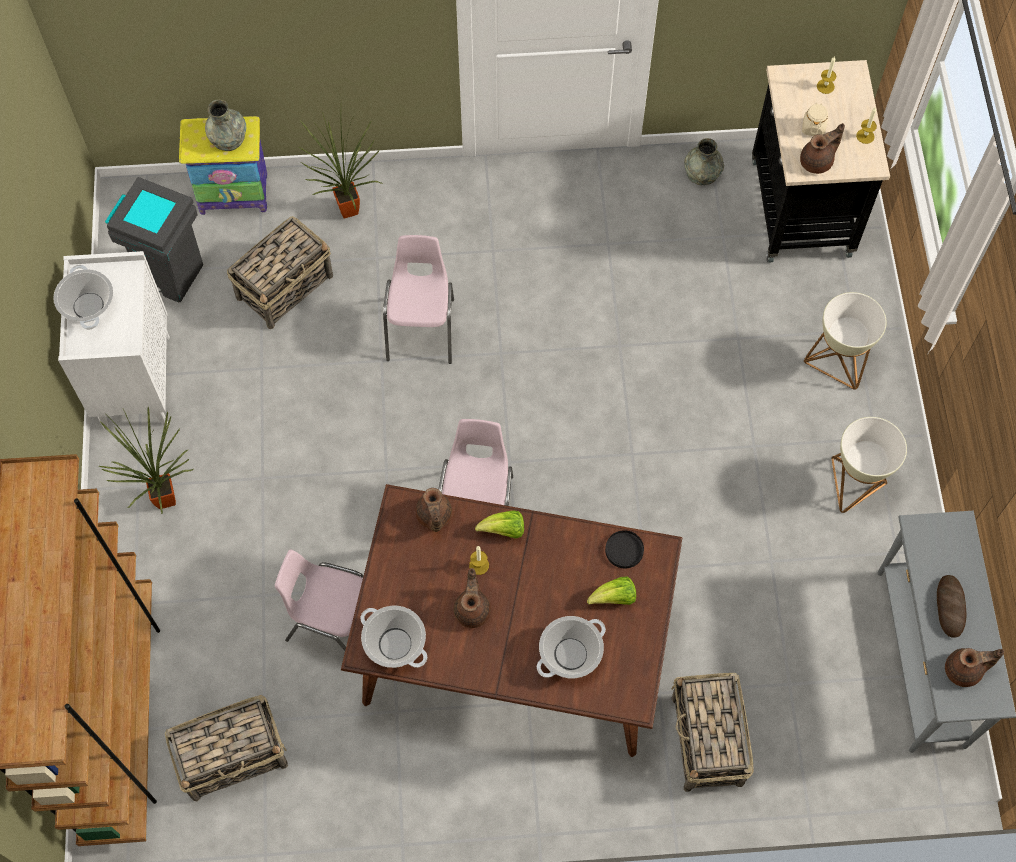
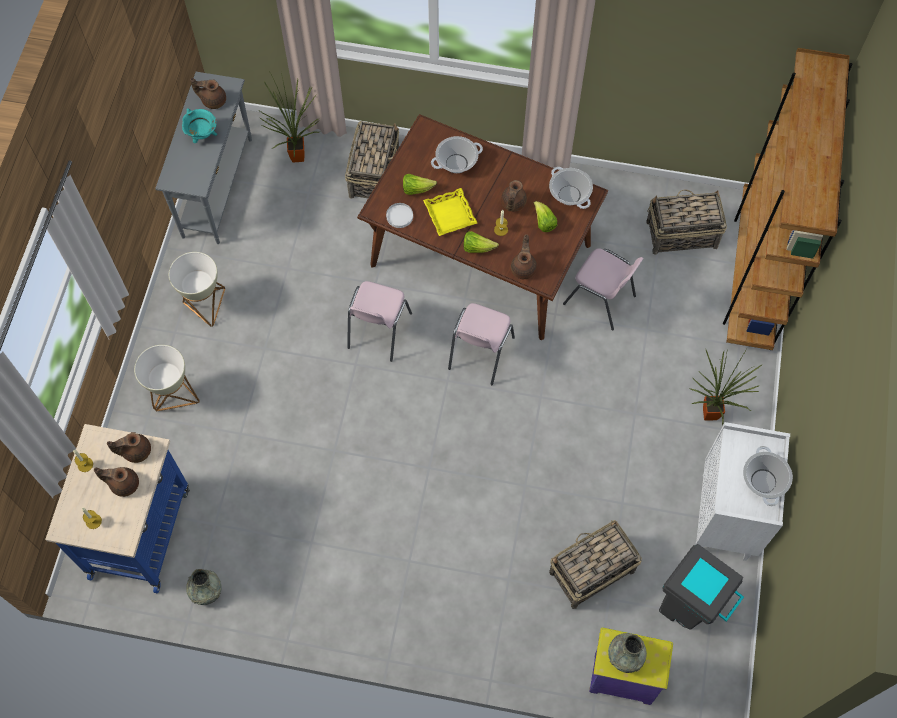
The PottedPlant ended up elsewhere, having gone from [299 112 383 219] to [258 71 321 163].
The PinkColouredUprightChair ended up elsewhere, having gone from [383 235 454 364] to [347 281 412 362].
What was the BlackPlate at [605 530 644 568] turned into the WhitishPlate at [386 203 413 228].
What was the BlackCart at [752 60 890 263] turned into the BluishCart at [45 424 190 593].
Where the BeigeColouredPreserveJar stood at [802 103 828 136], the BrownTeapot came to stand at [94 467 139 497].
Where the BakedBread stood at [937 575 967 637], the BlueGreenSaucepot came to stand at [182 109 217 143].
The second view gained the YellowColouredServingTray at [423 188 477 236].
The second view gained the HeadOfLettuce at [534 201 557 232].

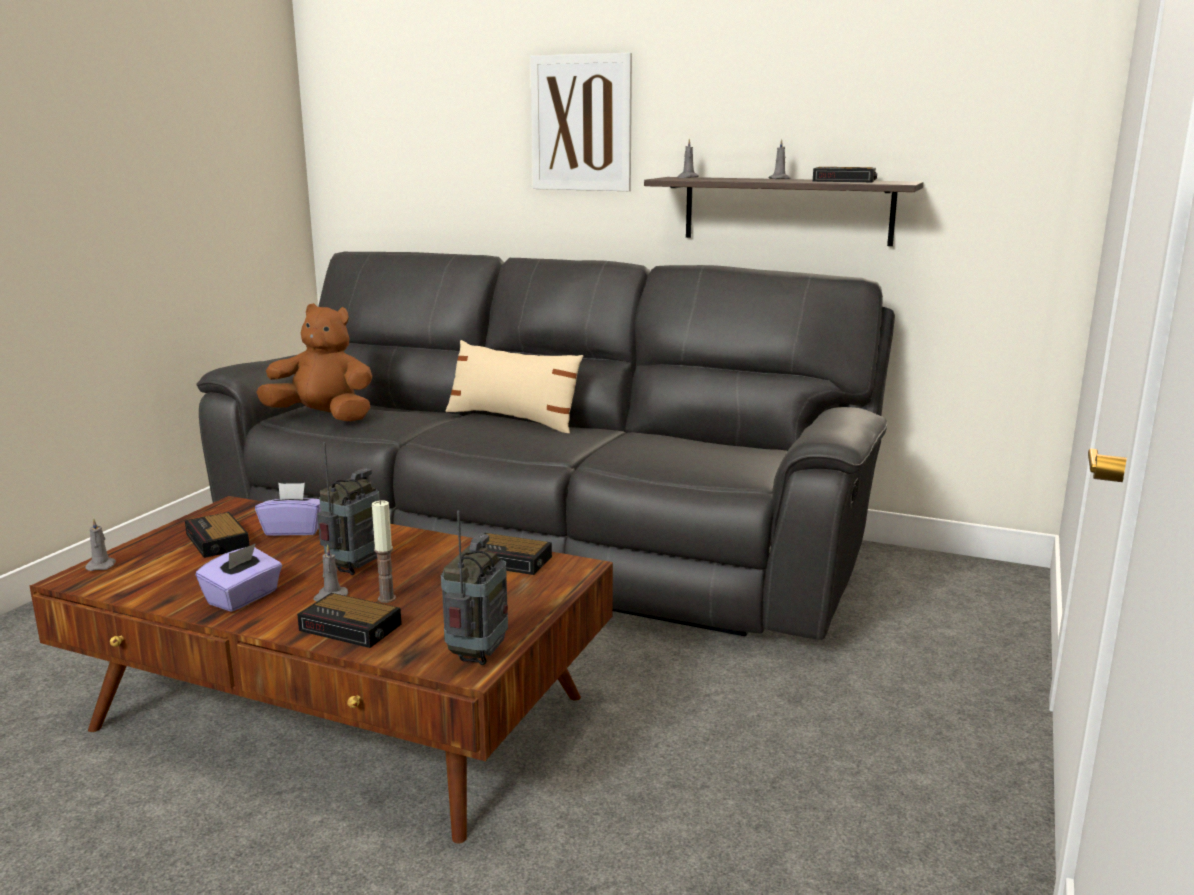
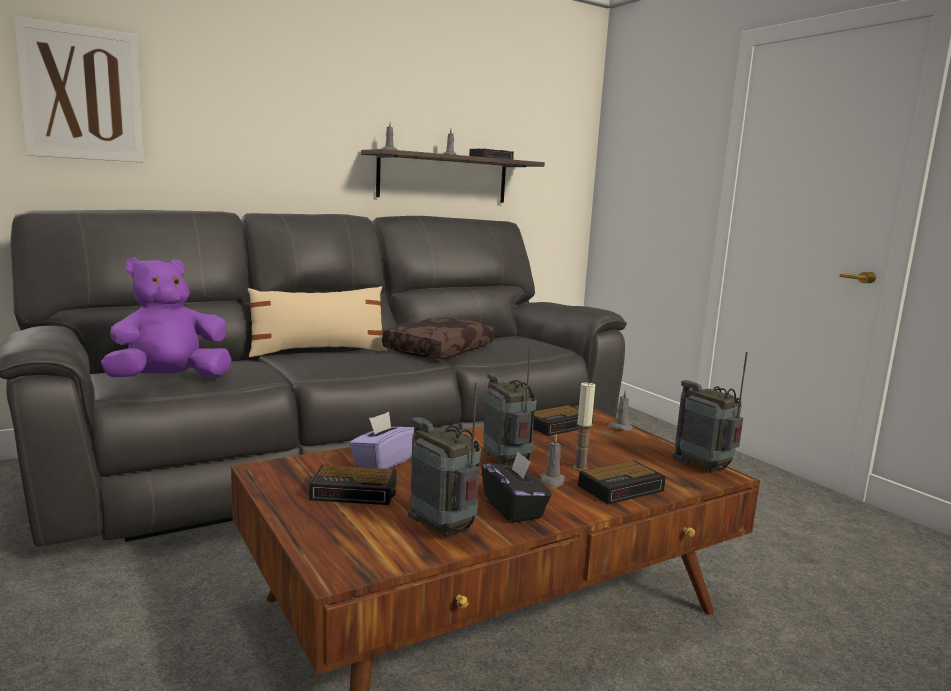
The GrayWaxLight ended up elsewhere, having gone from [85 518 116 571] to [608 390 633 431].
What was the PurpleColouredTissueHolder at [196 543 282 612] turned into the BlackTissueHolder at [481 451 552 523].
What was the BrownCuddlyToy at [256 303 372 421] turned into the PurpleColouredCuddlyToy at [101 257 232 377].
The WallArt ended up elsewhere, having gone from [530 53 632 191] to [14 16 144 163].
The second view gained the BrownThrowPillow at [382 317 494 359].
The second view gained the RadioSet at [408 383 481 538].

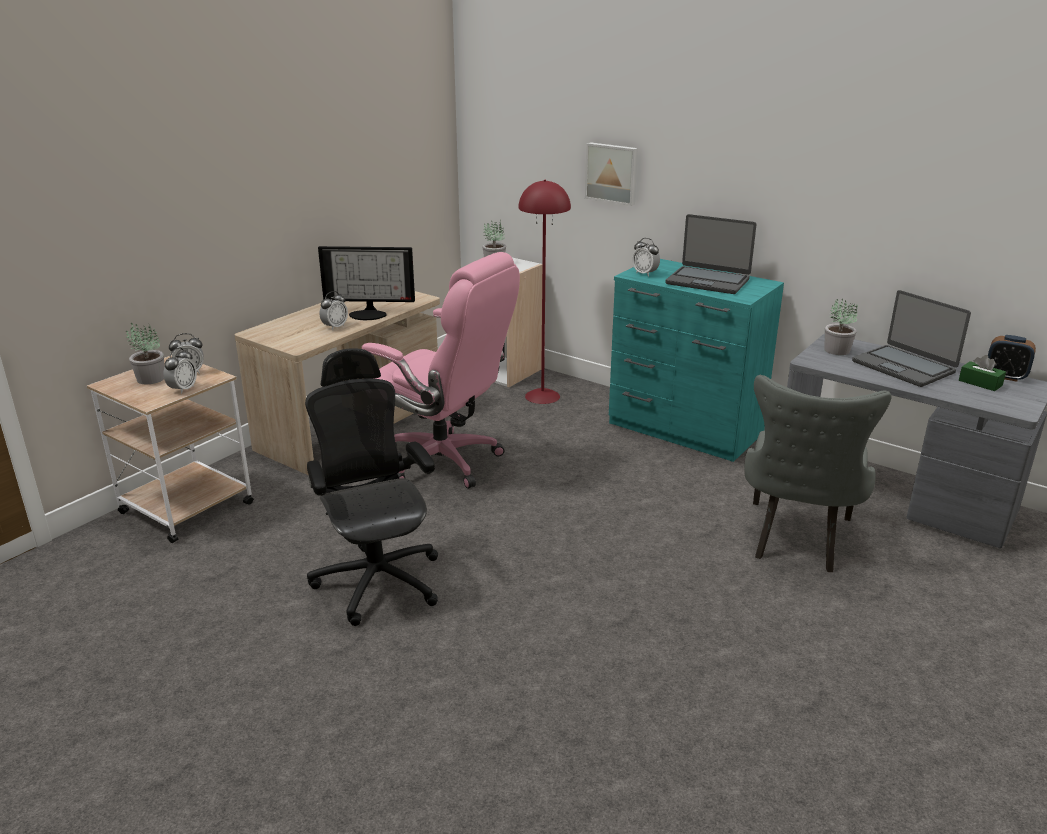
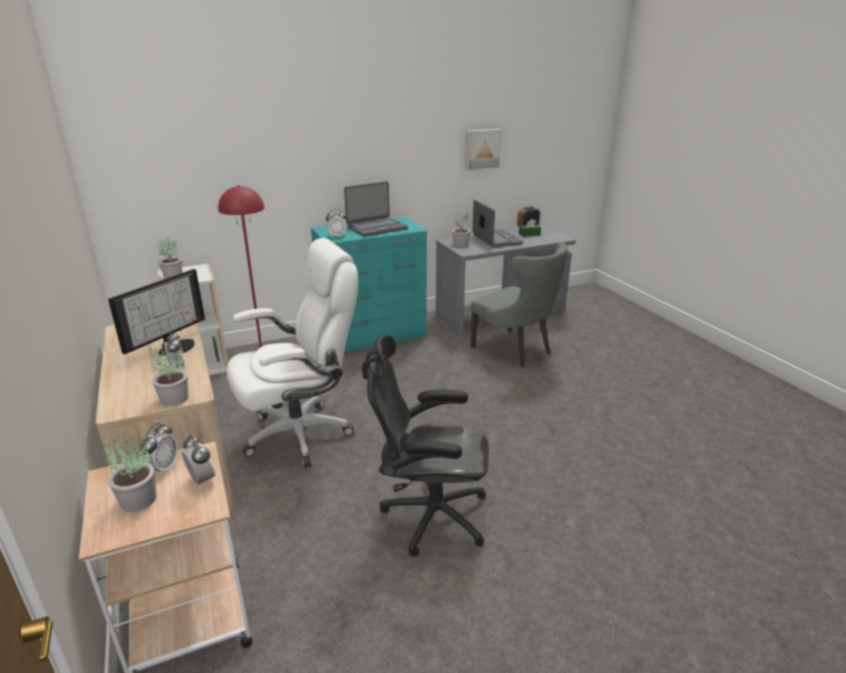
What was the PinkColouredComputerChair at [362 252 520 489] turned into the WhitishComputerChair at [226 238 358 468].
The WallArt ended up elsewhere, having gone from [585 142 638 206] to [465 129 503 172].
The NotebookComputer at [852 290 971 387] ended up facing another way, 105 degrees counterclockwise from before.
The second view gained the PottedPlant at [150 348 189 406].

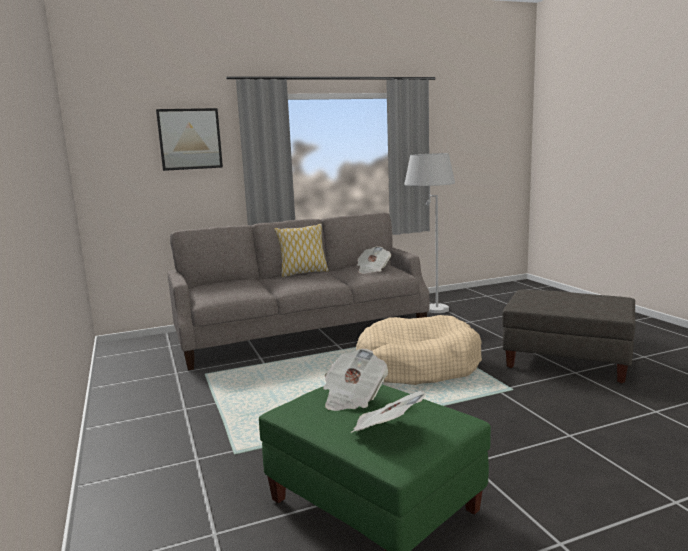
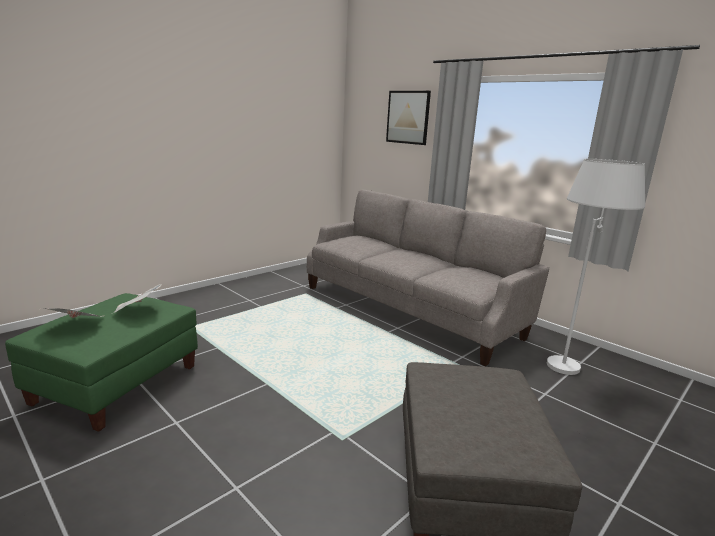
The second view lost the ThrowPillow at [274 224 329 277].
The second view lost the BeigeColouredPetBed at [356 315 482 385].
The second view lost the DailyPaper at [357 246 391 274].

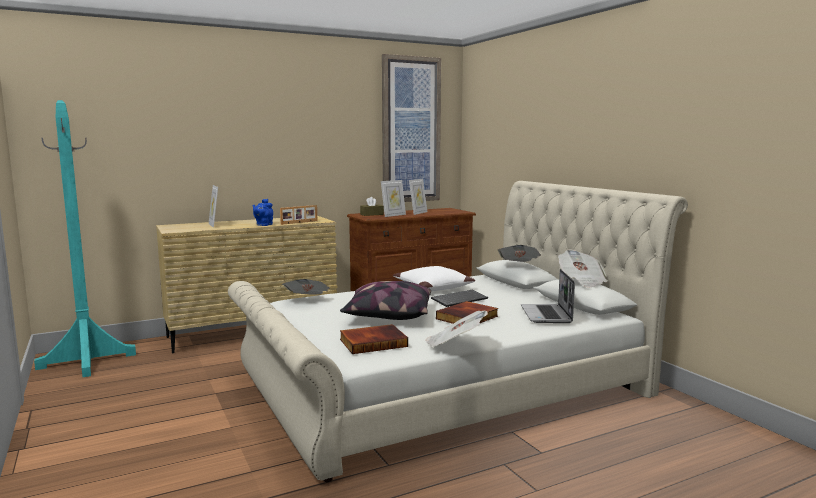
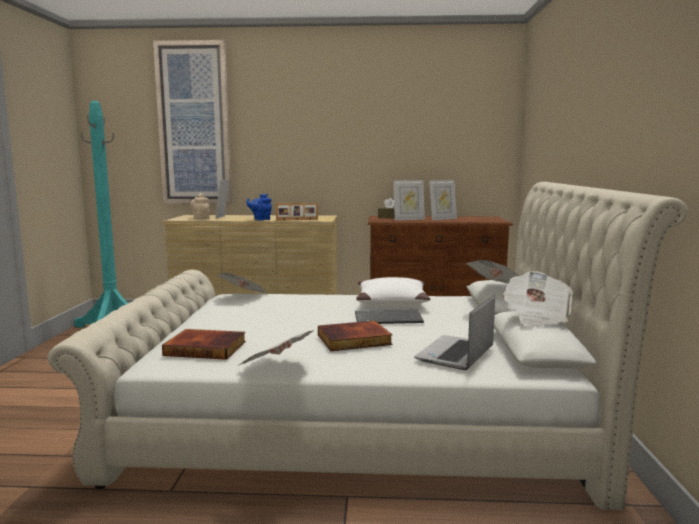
The second view lost the ThrowPillow at [340 281 431 320].
The WallArt ended up elsewhere, having gone from [382 54 441 202] to [153 40 232 204].
The second view gained the BeigeColouredTeapot at [190 193 210 220].

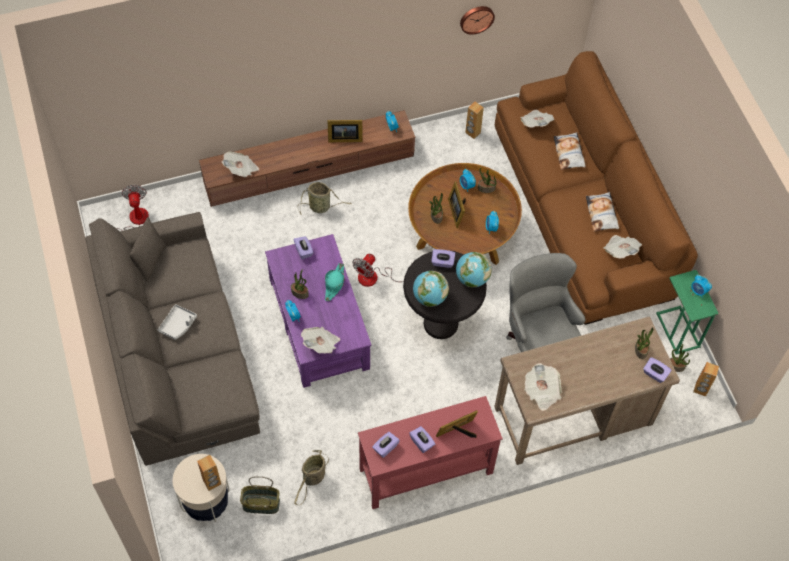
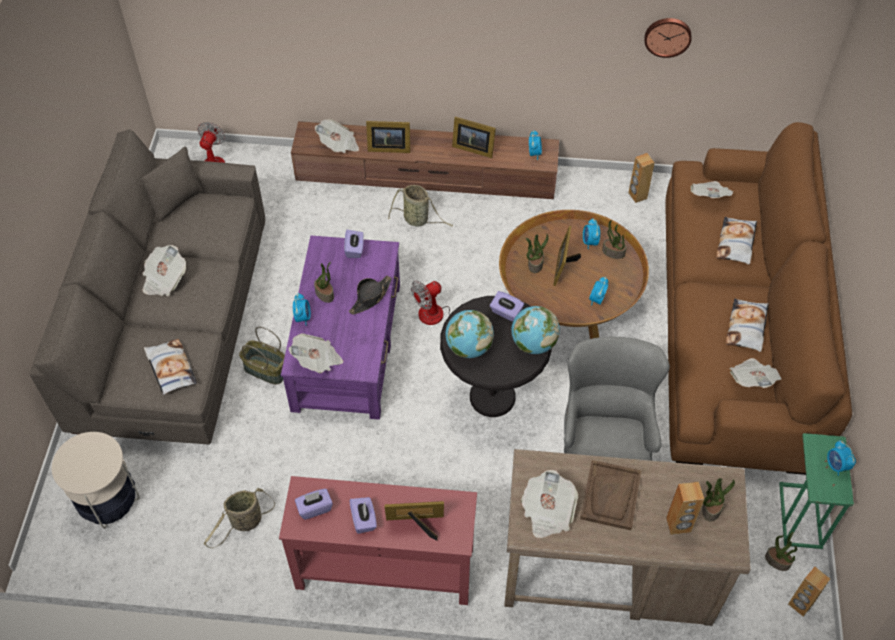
Where the GrayServingTray stood at [158 304 197 340], the DailyPaper came to stand at [142 245 186 296].
The BrownLoudspeaker ended up elsewhere, having gone from [197 455 221 491] to [666 482 704 535].
The HouseholdBasket ended up elsewhere, having gone from [240 476 280 514] to [239 327 285 385].
What was the BlueGreenWearableHat at [325 263 345 301] turned into the BlackWearableHat at [349 276 392 314].
The second view lost the PurpleColouredTissueHolder at [643 357 671 383].
The second view gained the ThrowPillow at [144 339 197 395].
The second view gained the StandingFrame at [366 121 410 153].
The second view gained the BrownServingTray at [580 460 641 530].

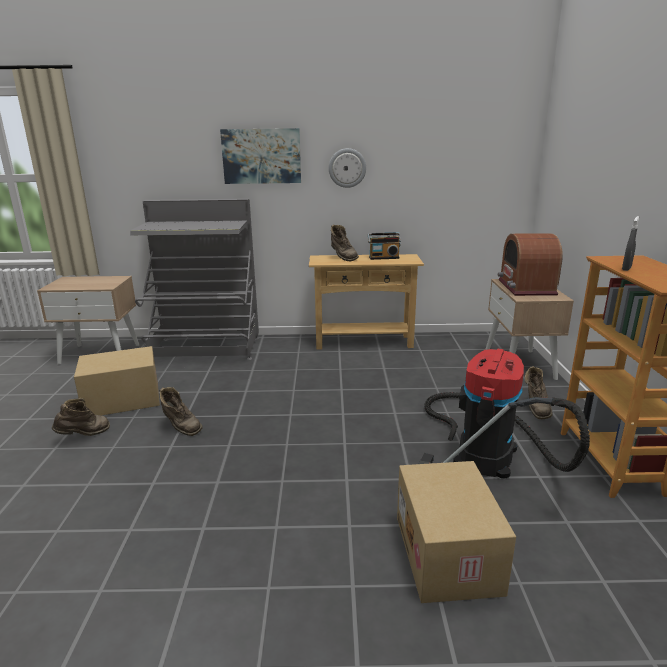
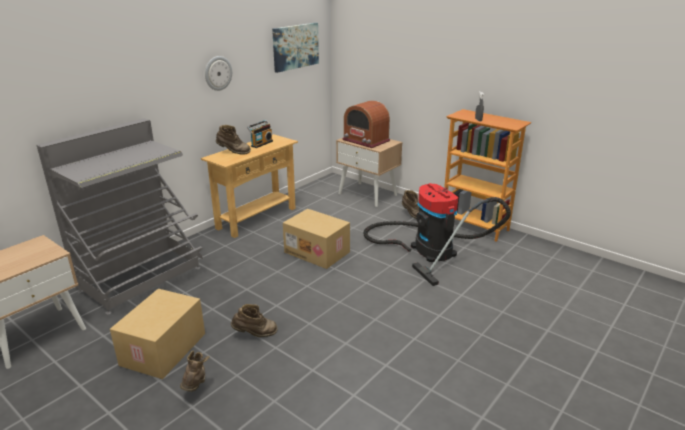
The WallArt ended up elsewhere, having gone from [220 128 301 184] to [272 23 319 73].
The PackingBox ended up elsewhere, having gone from [397 461 516 603] to [283 209 350 269].

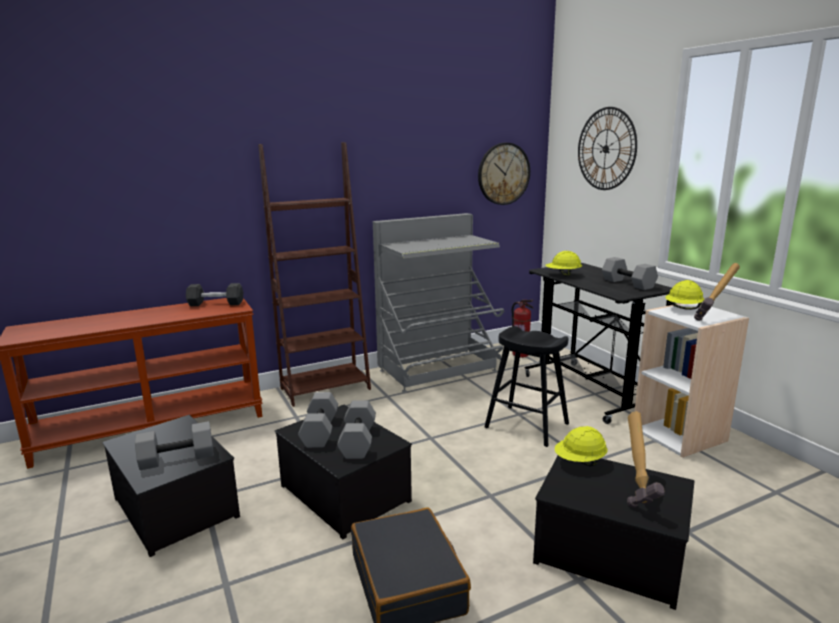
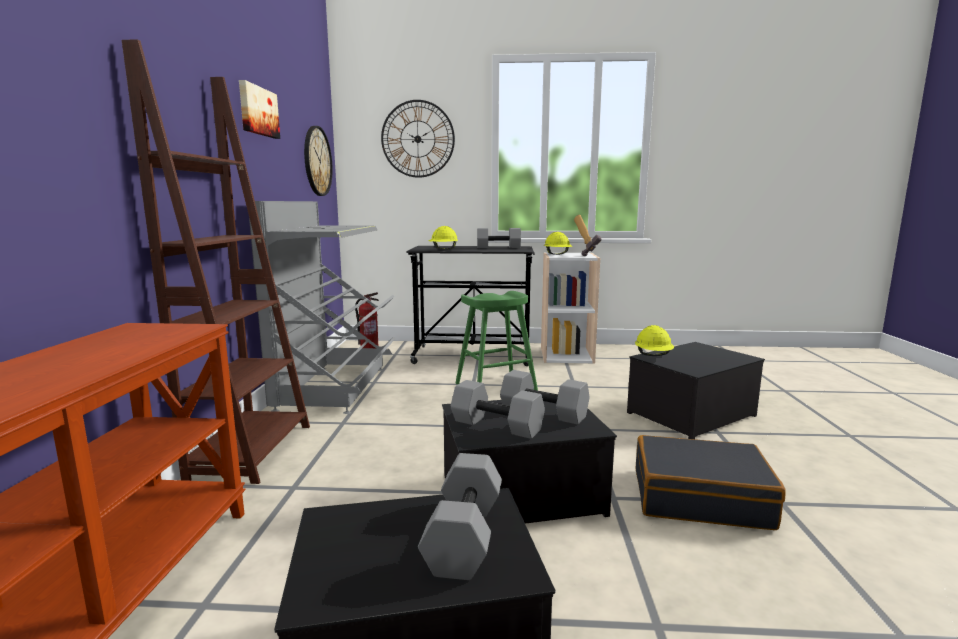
The second view lost the BlackFreeWeight at [186 283 243 306].
What was the BlackStoolSeat at [484 326 569 447] turned into the GreenishStoolSeat at [455 291 538 391].
The second view lost the HandHammer at [627 411 665 508].
The second view gained the WallArt at [239 80 280 139].

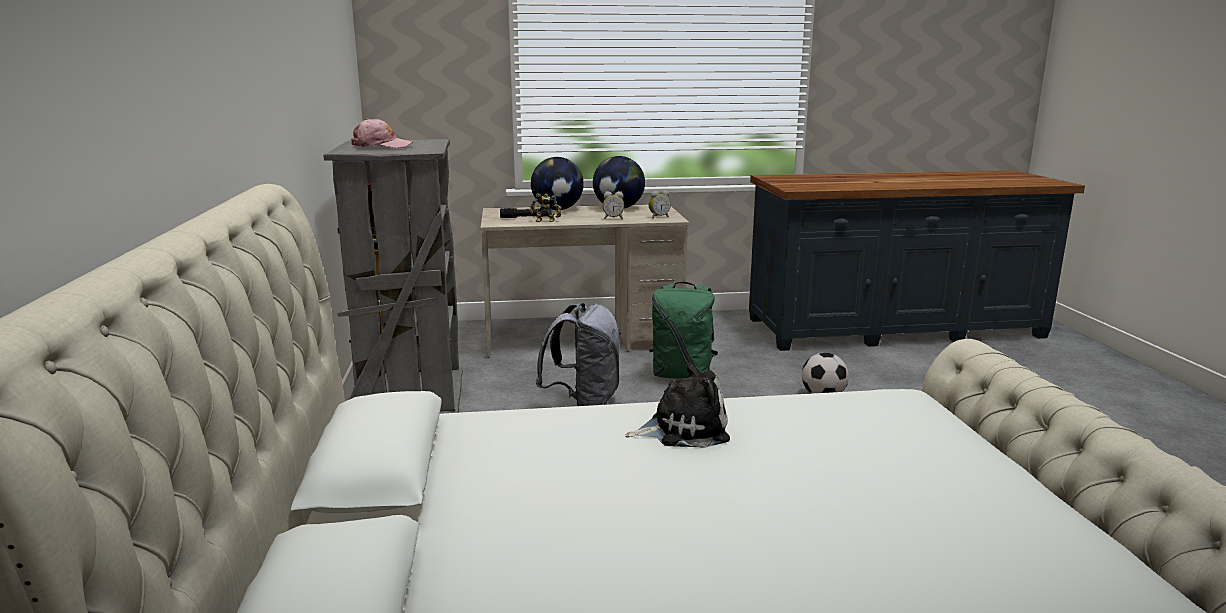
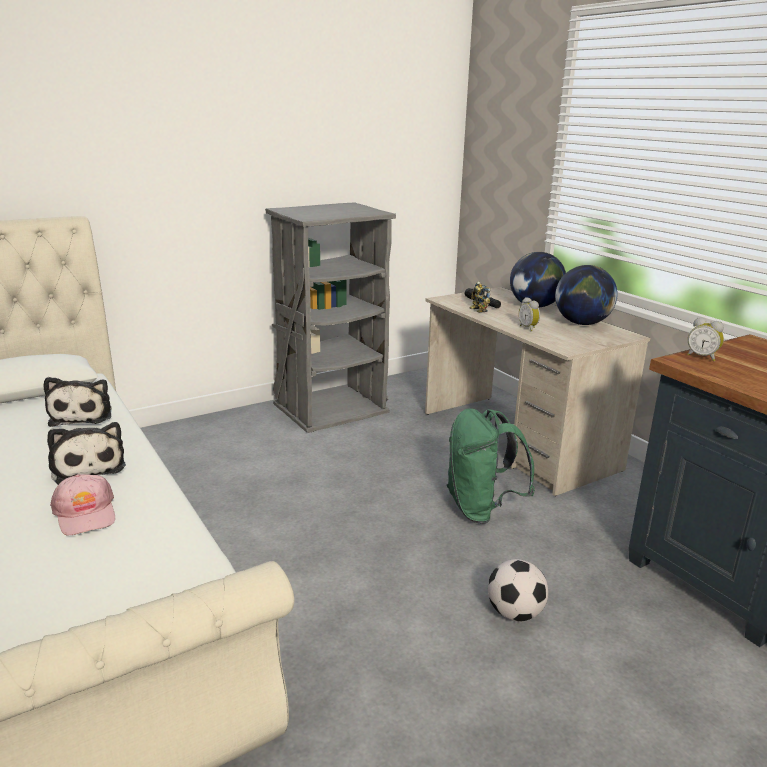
The PinkColouredBaseballCap ended up elsewhere, having gone from [351 118 413 148] to [50 474 115 536].
The second view lost the GrayBackpack at [536 303 621 406].
The BedsideClock ended up elsewhere, having gone from [648 190 671 219] to [687 317 724 361].
The second view gained the CuddlyToy at [43 377 112 427].

